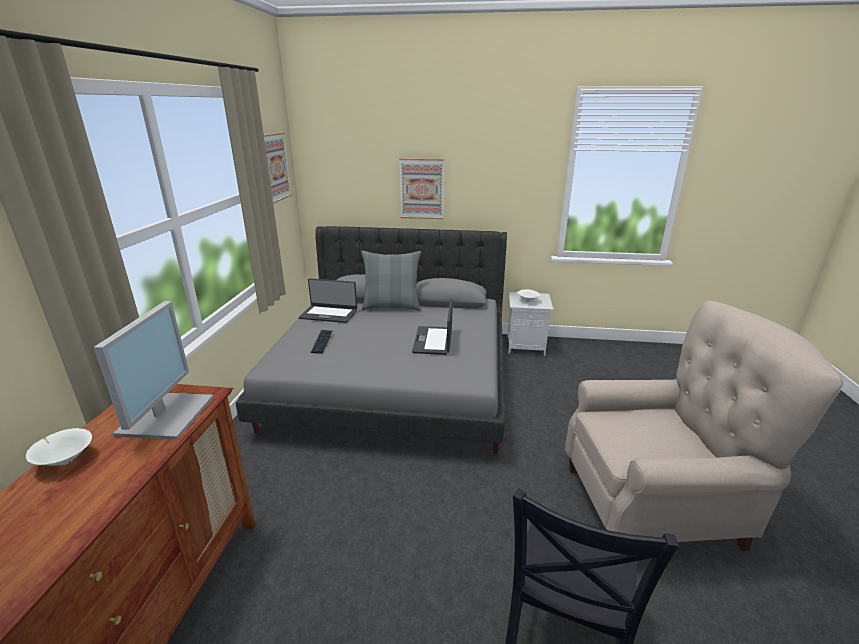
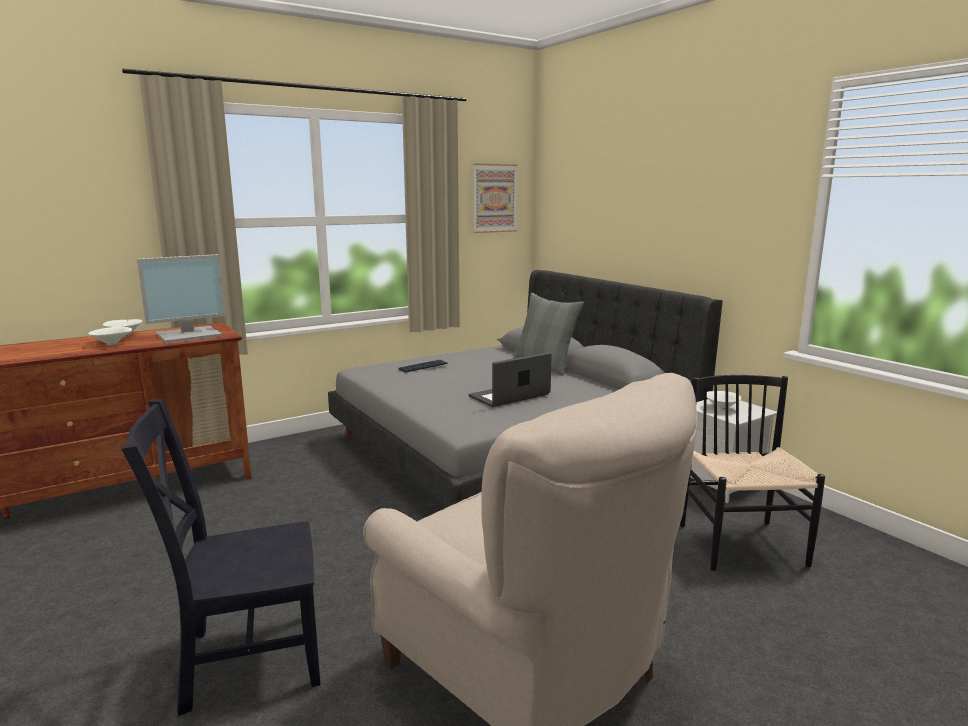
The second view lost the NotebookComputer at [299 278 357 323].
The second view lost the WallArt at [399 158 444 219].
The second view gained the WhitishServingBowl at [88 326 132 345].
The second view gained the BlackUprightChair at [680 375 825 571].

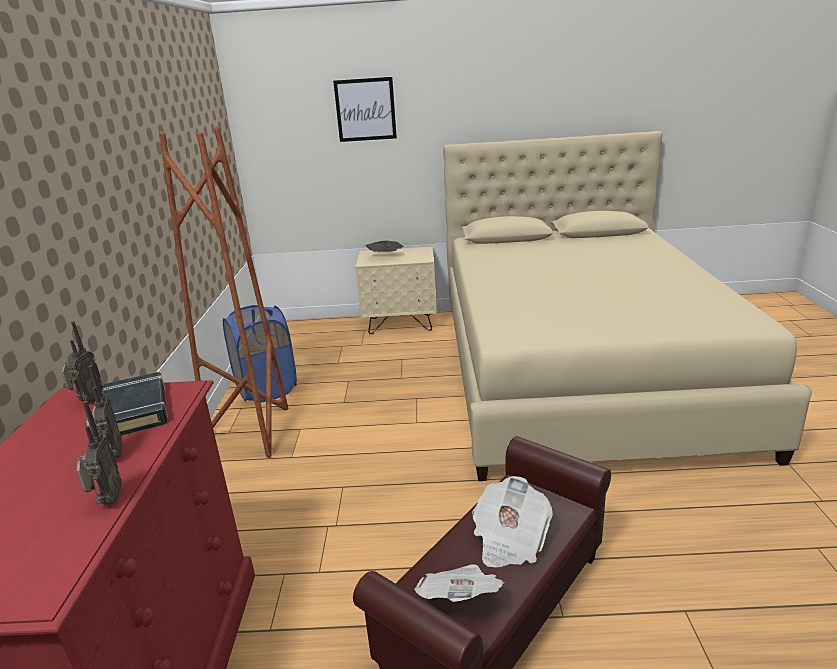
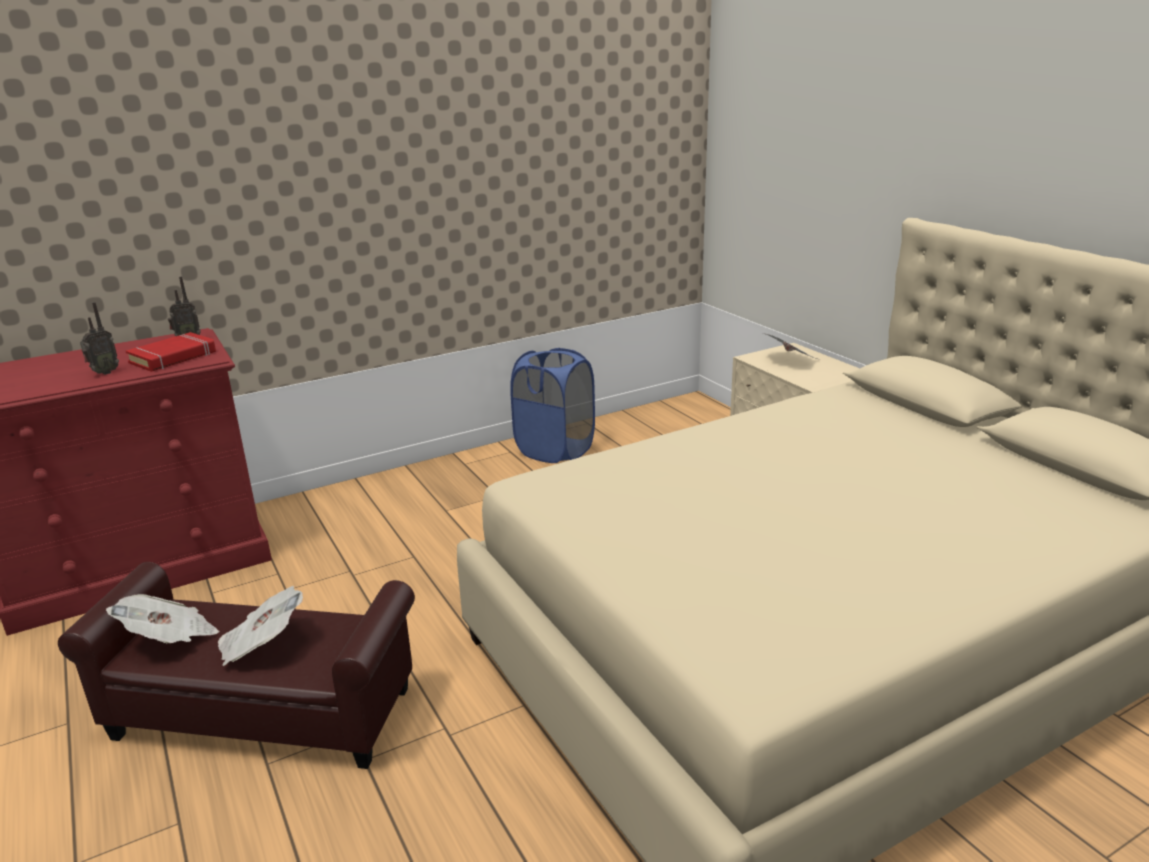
The second view lost the RadioSet at [76 401 121 504].
What was the BlackBoundBook at [103 372 168 435] turned into the RedColouredBoundBook at [126 332 216 372].
The second view lost the BrownClothesRack at [159 126 288 458].
The second view lost the WallArt at [333 77 397 142].

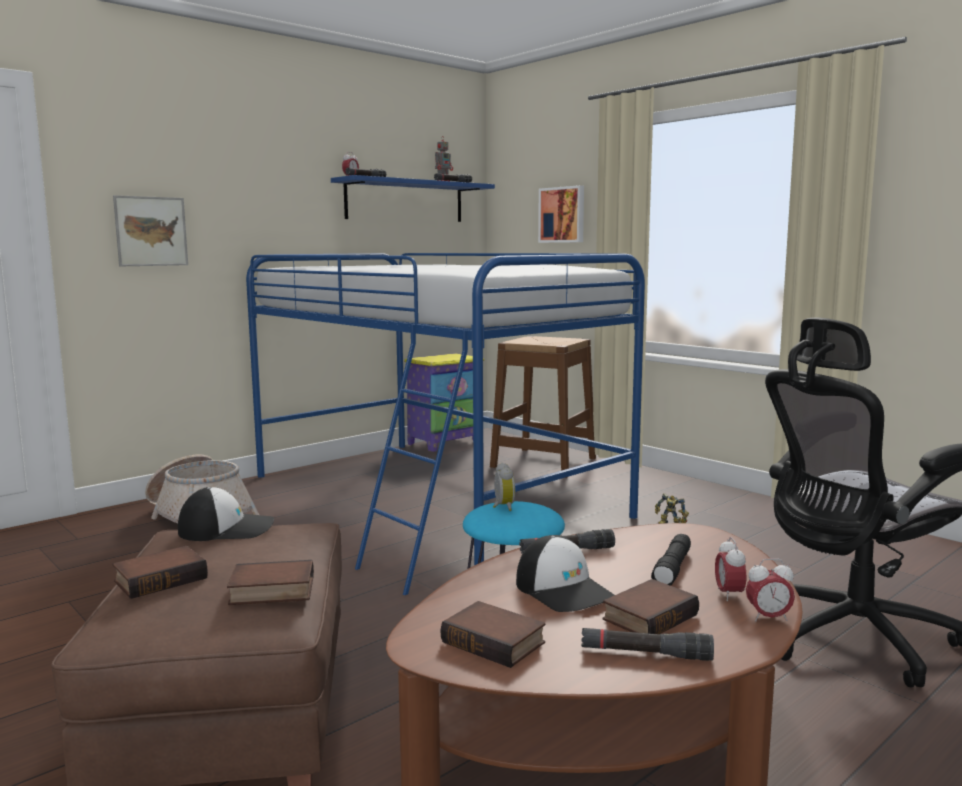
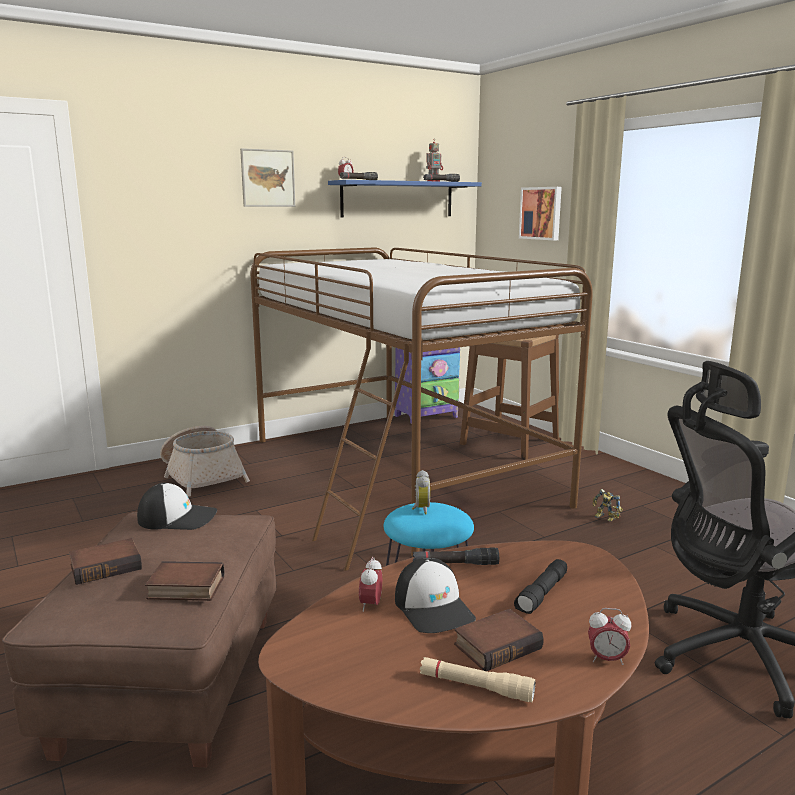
The WallArt ended up elsewhere, having gone from [113 195 188 266] to [240 148 295 207].
What was the BluishBed at [246 253 645 595] turned into the BrownBed at [251 248 593 571].
The second view lost the BoundBook at [441 601 545 668].
What was the BlackFlashlight at [581 628 714 661] turned into the BeigeColouredFlashlight at [420 657 536 702].
The BedsideClock ended up elsewhere, having gone from [715 537 746 601] to [359 557 382 612].

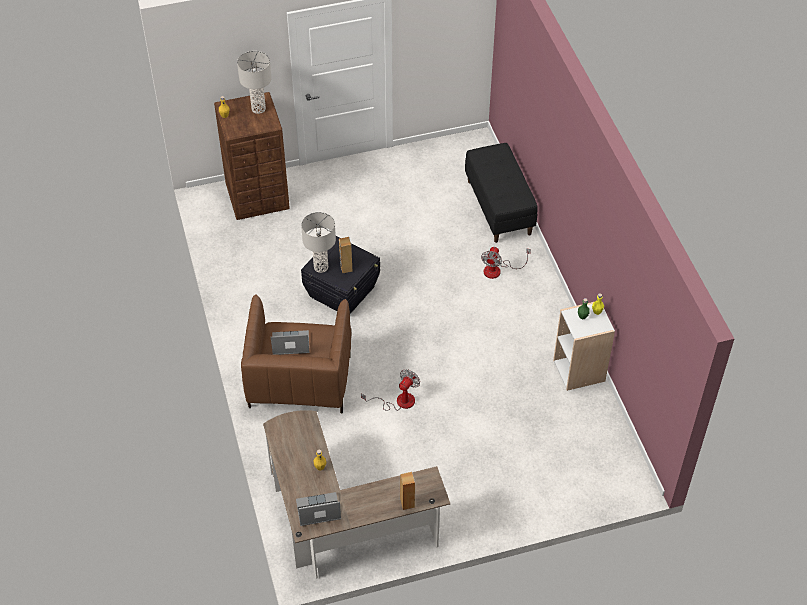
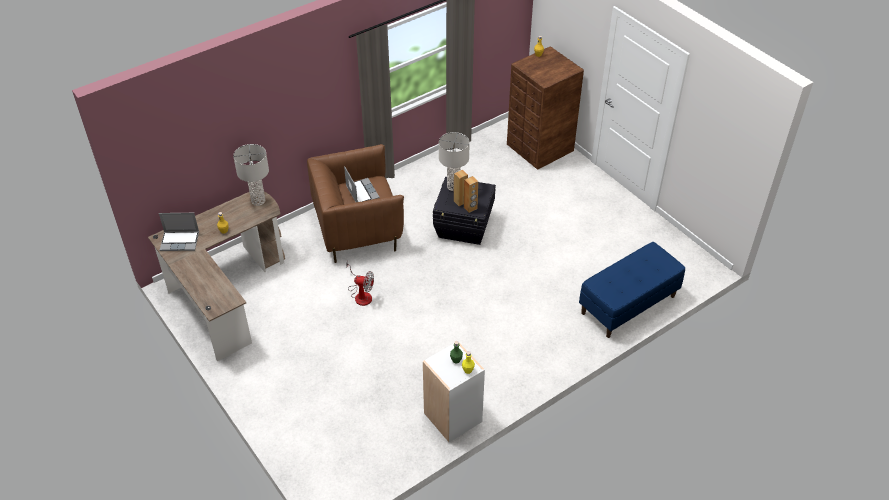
The WhitishTabletopLamp ended up elsewhere, having gone from [237 51 272 114] to [233 144 269 206].
The NotebookComputer at [296 492 341 526] ended up facing another way, 120 degrees clockwise from before.
The BrownLoudspeaker ended up elsewhere, having gone from [400 472 415 510] to [464 176 478 213].
What was the BlackBench at [465 143 538 243] turned into the BluishBench at [579 242 685 338].
The second view lost the Fan at [481 247 531 279].

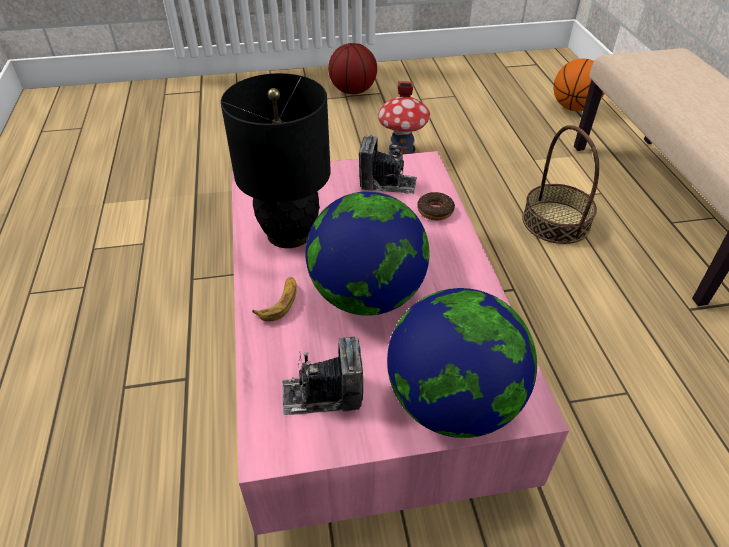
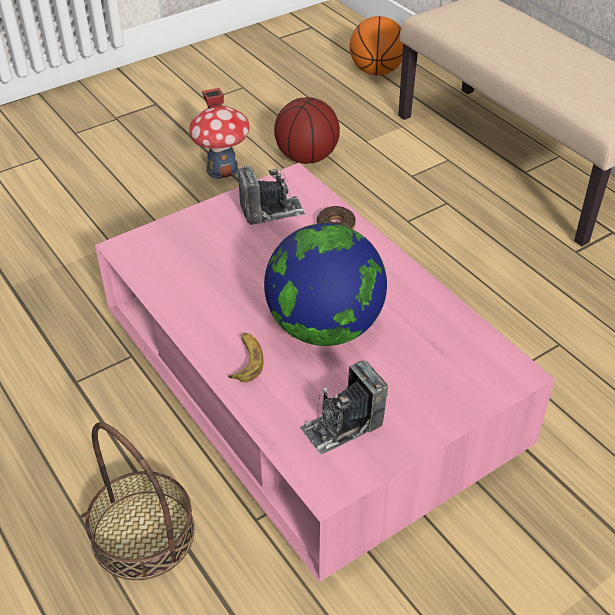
The second view lost the BlackTabletopLamp at [221 73 331 248].
The BasketballBall ended up elsewhere, having gone from [328 43 377 94] to [274 97 340 164].
The second view lost the Globe at [387 288 537 438].
The HouseholdBasket ended up elsewhere, having gone from [522 125 599 244] to [86 422 195 580].

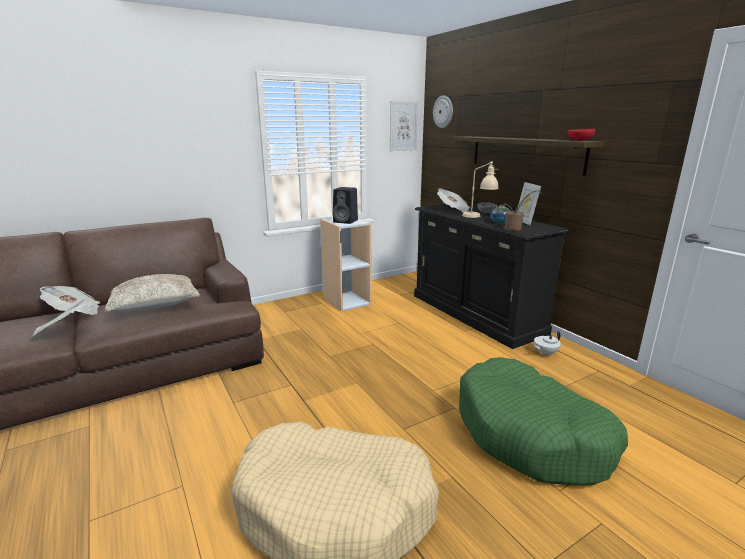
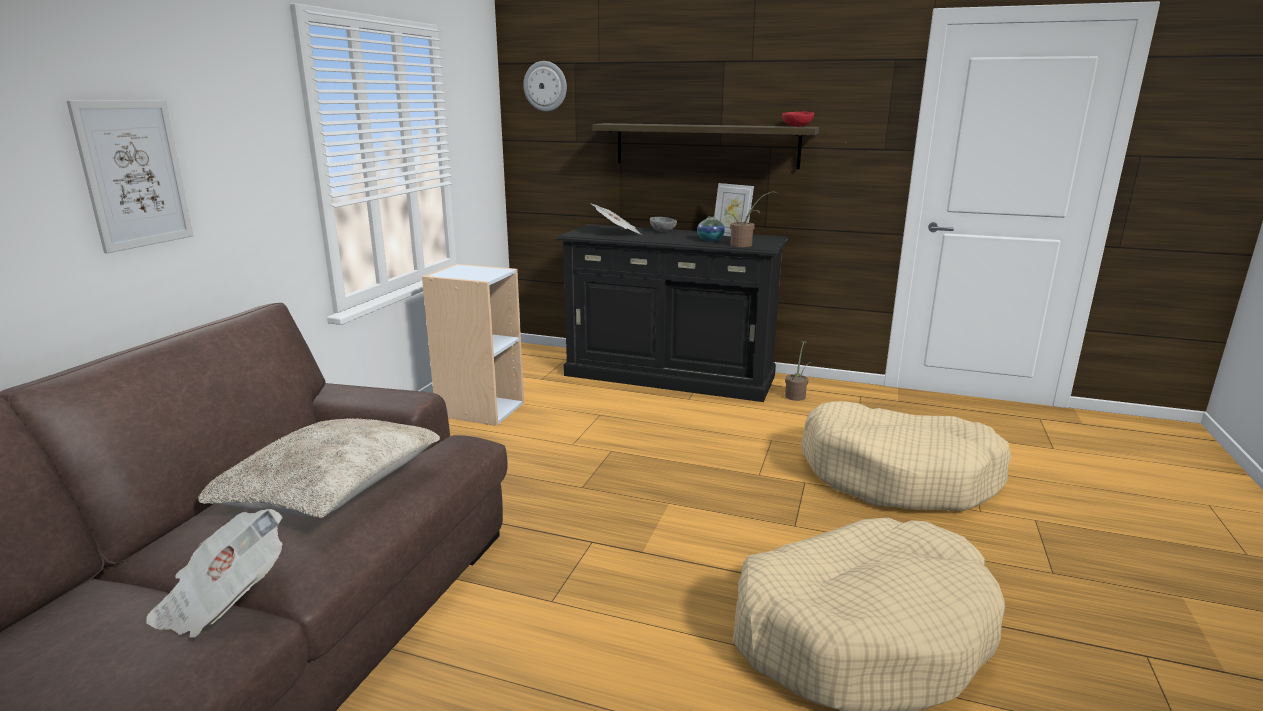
The second view lost the DailyPaper at [40 286 100 315].
The second view lost the BlackLoudspeaker at [333 187 358 224].
The WallArt ended up elsewhere, having gone from [390 101 418 151] to [67 100 194 253].
What was the GreenishPetBed at [459 357 628 485] turned into the BeigeColouredPetBed at [802 401 1011 511].
The second view lost the BeigeColouredTabletopLamp at [462 161 499 218].
Where the WhitishTeapot stood at [533 330 561 356], the PottedPlant came to stand at [785 341 814 401].

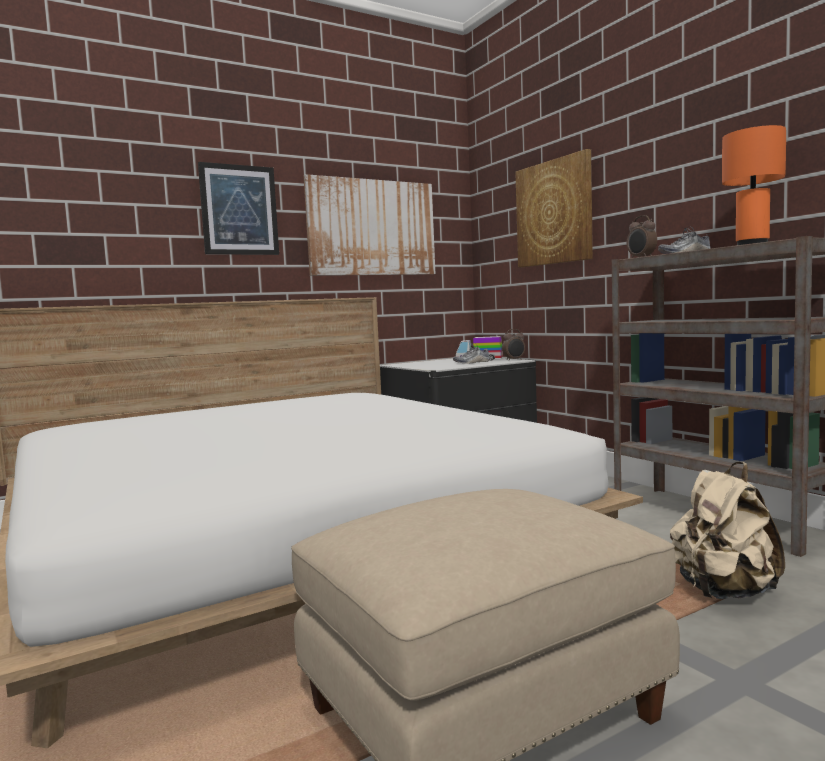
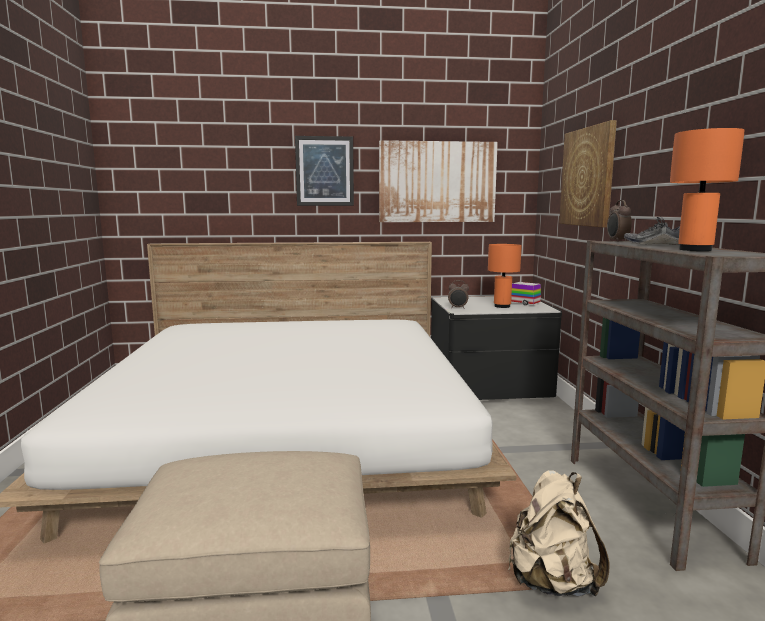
Where the ItemOfFootwear stood at [453 343 490 364], the OrangeColouredTabletopLamp came to stand at [488 244 521 308].
The BedsideClock ended up elsewhere, having gone from [502 329 525 360] to [448 280 469 309].

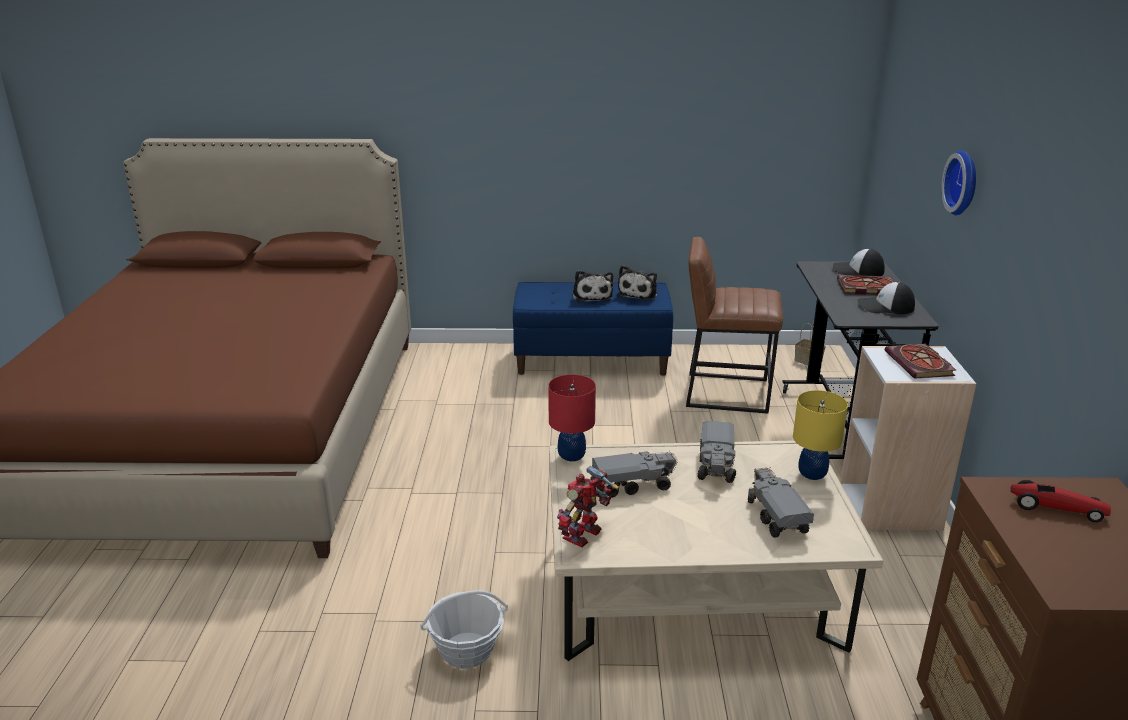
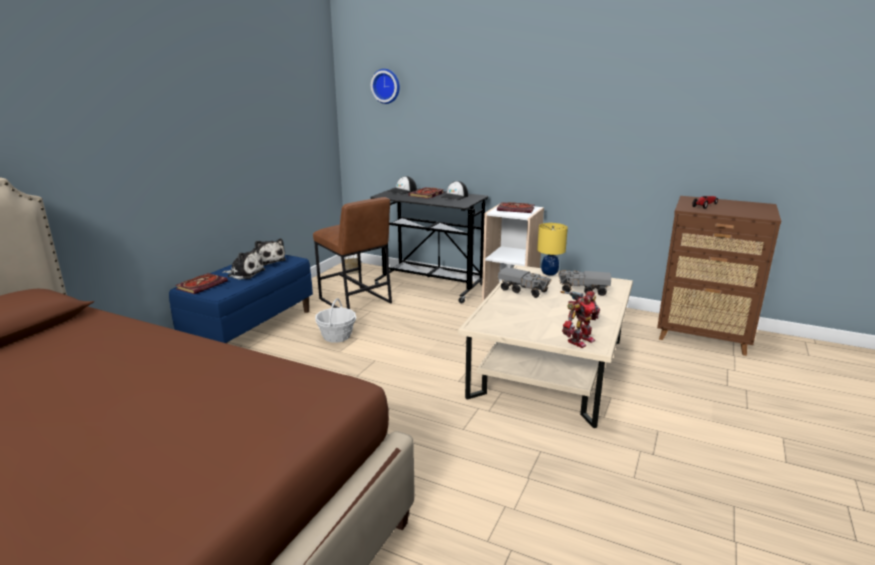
The HouseholdBasket ended up elsewhere, having gone from [420 590 508 669] to [315 298 356 343].
The second view lost the RedColouredTabletopLamp at [548 375 596 461].
The ToyRobot at [557 466 619 547] ended up facing another way, 105 degrees counterclockwise from before.
The second view lost the ModelTruck at [592 450 678 498].
The BrownUprightChair at [686 237 783 414] ended up facing another way, 75 degrees counterclockwise from before.
The ClockOnTheWall ended up elsewhere, having gone from [941 150 976 215] to [371 69 400 104].
The second view gained the BoundBook at [175 273 228 294].

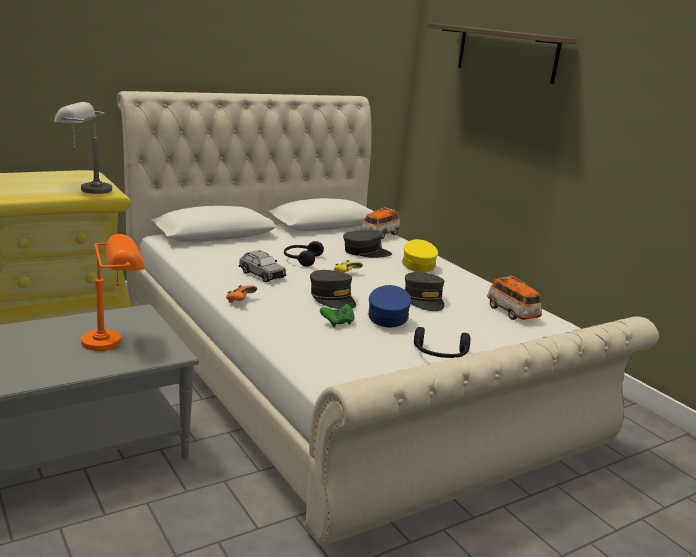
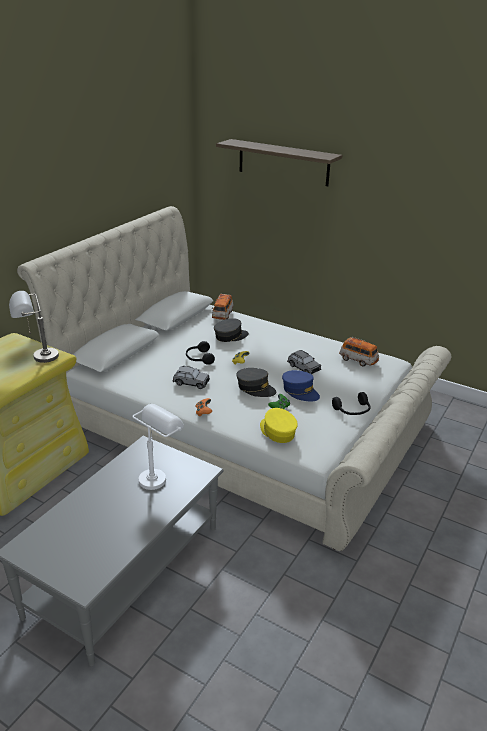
What was the OrangeColouredTabletopLamp at [81 234 145 351] turned into the WhitishTabletopLamp at [132 404 184 490].
The BluishBaseballCap at [368 285 411 327] ended up facing another way, 150 degrees clockwise from before.
The YellowColouredBaseballCap ended up elsewhere, having gone from [402 239 438 272] to [260 408 298 443].
Where the GrayBaseballCap stood at [405 272 444 311], the GrayMiniatureCar came to stand at [287 350 321 374].

